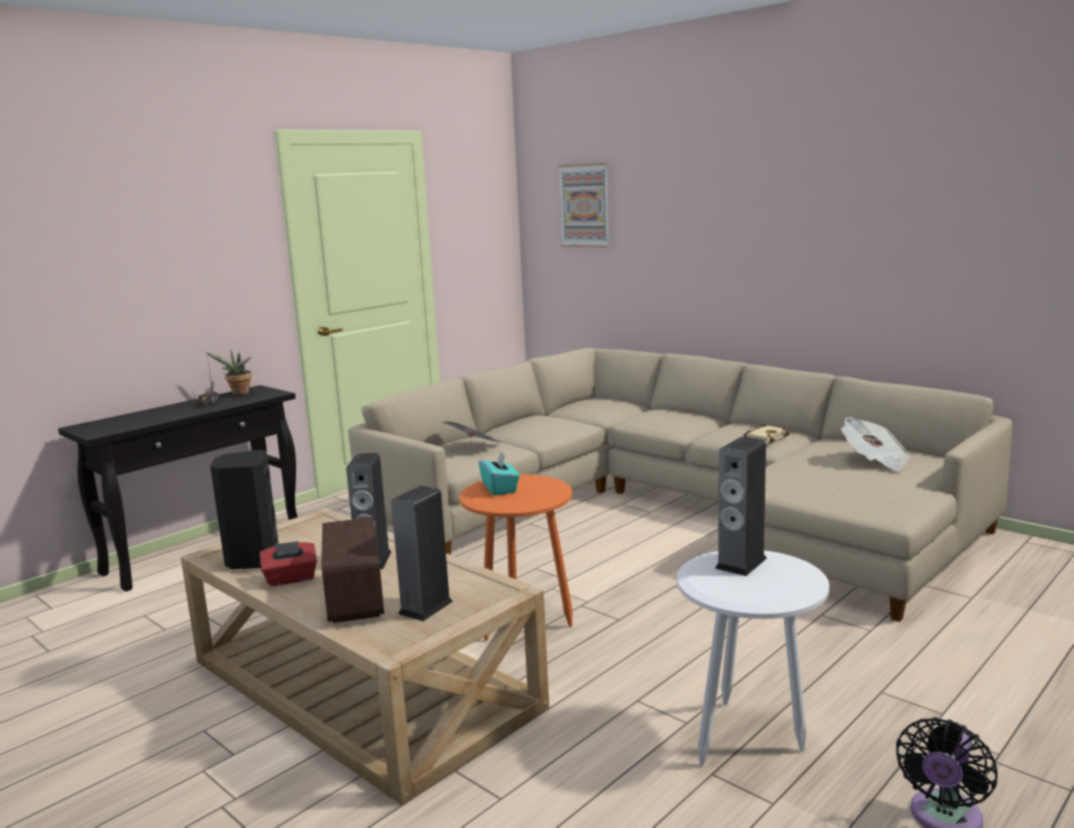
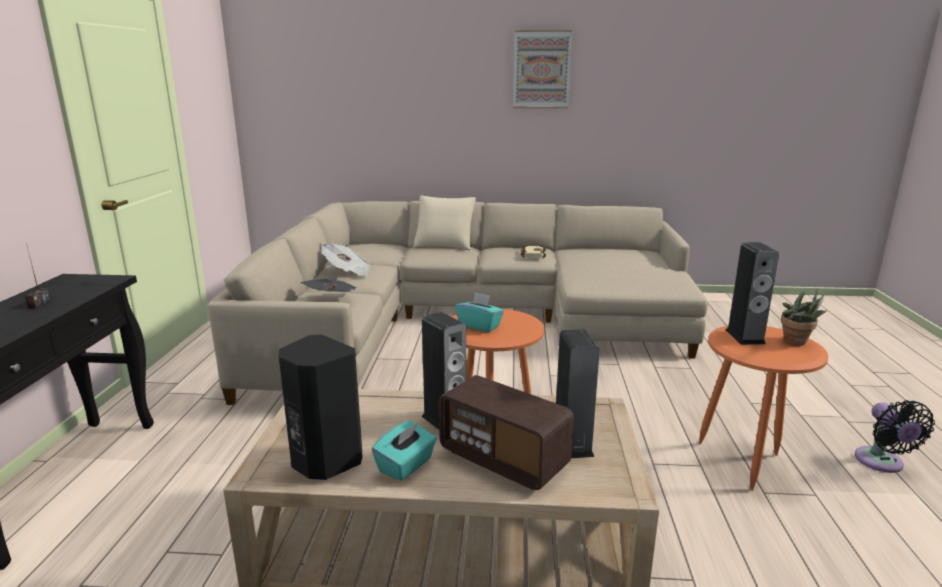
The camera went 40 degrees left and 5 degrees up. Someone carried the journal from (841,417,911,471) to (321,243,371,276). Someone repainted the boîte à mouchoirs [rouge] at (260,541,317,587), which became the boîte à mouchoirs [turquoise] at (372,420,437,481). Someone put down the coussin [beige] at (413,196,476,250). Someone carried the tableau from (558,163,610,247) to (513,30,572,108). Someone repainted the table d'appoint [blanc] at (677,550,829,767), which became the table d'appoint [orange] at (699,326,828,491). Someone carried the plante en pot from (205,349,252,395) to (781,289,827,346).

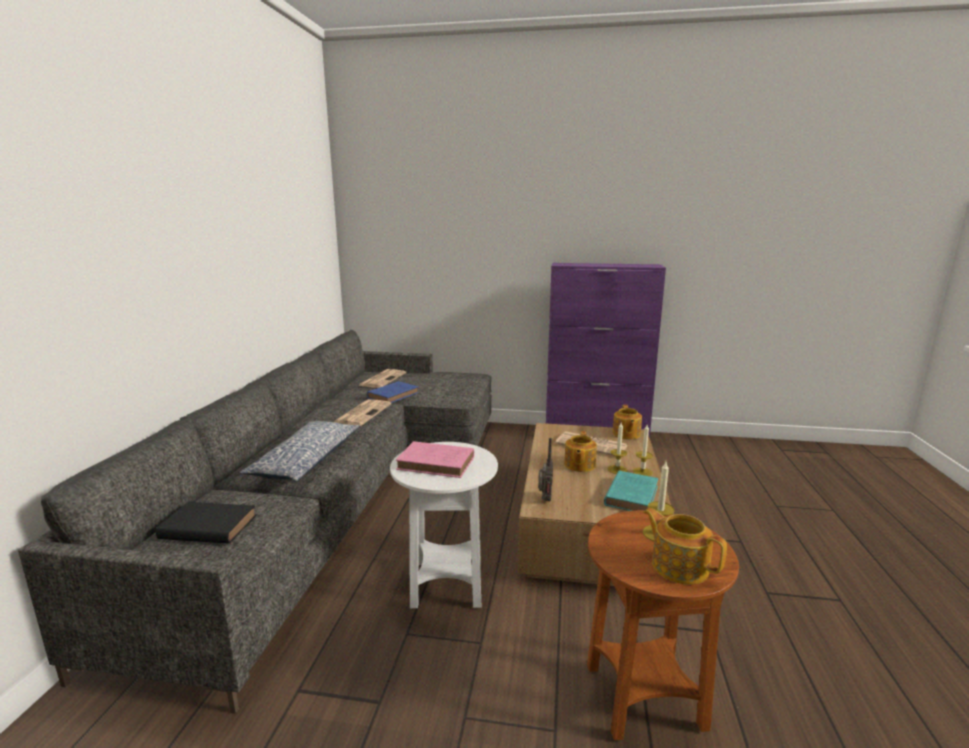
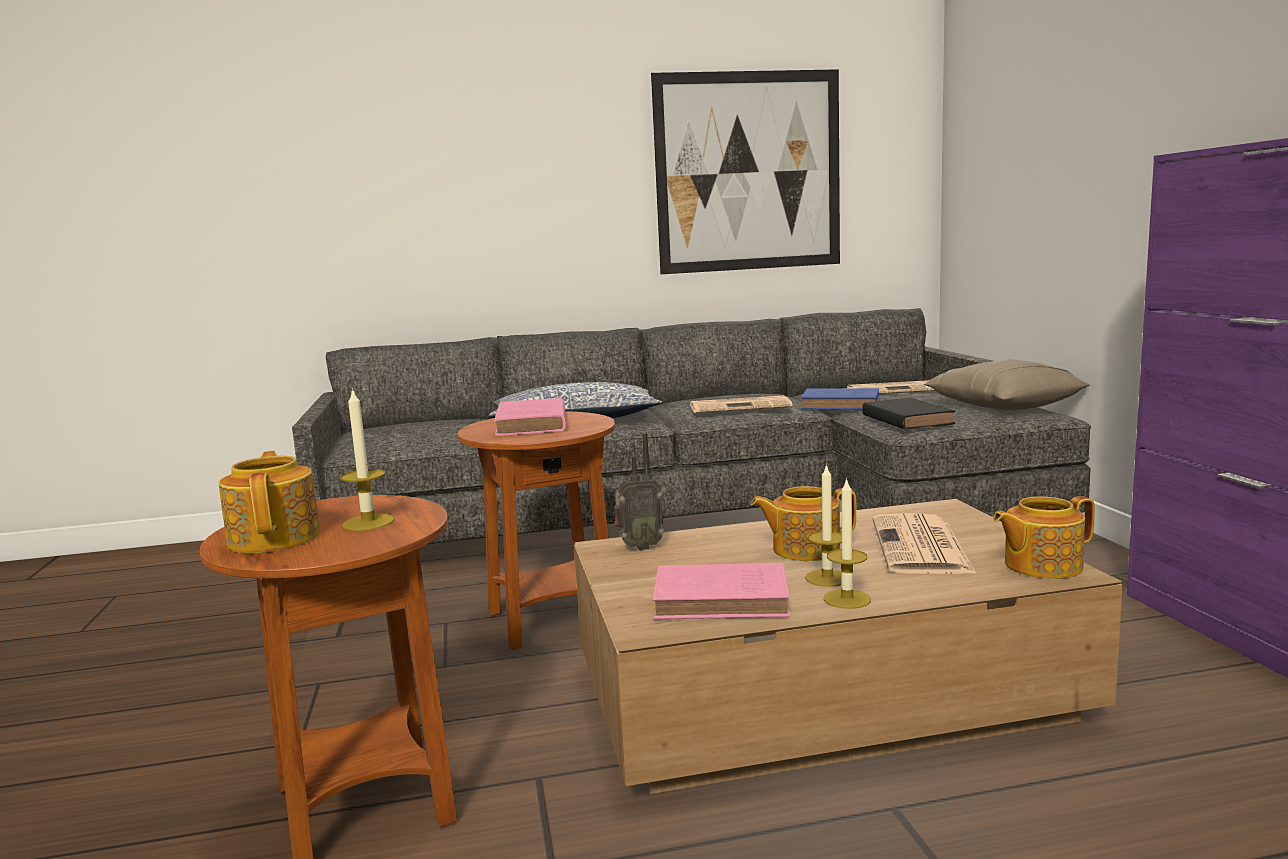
The camera went 70 degrees right and 5 degrees down. Someone rotated the théière at (643,508,727,585) by 45 degrees counterclockwise. Someone repainted the table d'appoint [blanc] at (390,442,498,608), which became the table d'appoint [marron] at (458,412,615,650). Someone put up the tableau at (651,69,840,274). Someone repainted the livre [turquoise] at (604,470,658,511), which became the livre [rose] at (653,563,790,619). Someone carried the livre [noir] from (156,502,256,544) to (862,398,955,430). Someone put down the coussin [beige] at (924,359,1090,410).

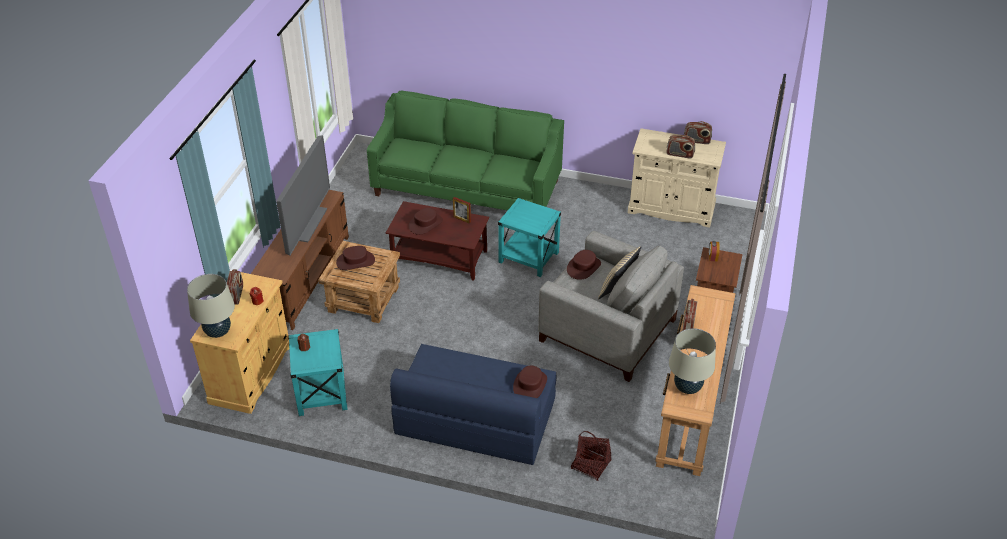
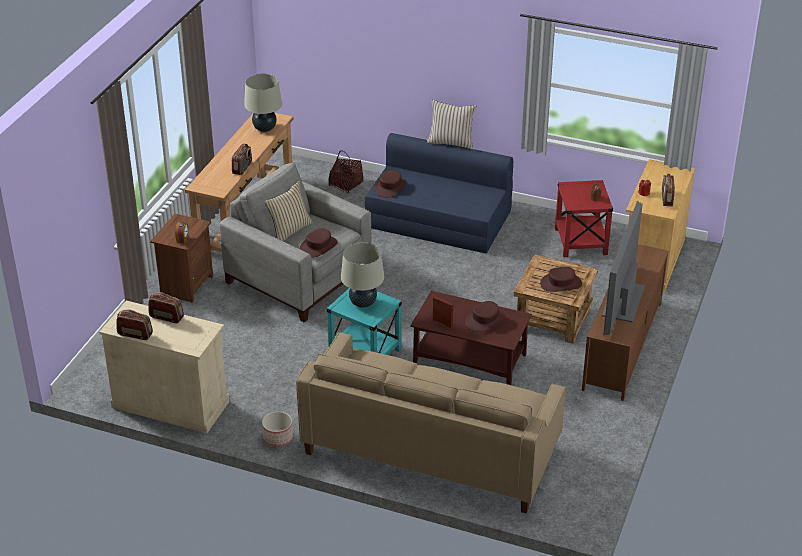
The camera went 175 degrees left and 5 degrees down. Someone put down the cache-pot at (262,411,293,447). Someone repainted the canapé [vert] at (367,91,564,211), which became the canapé [beige] at (296,332,566,514). Someone carried the lampe de table [beige] from (187,274,235,338) to (341,242,384,308). Someone put down the coussin [beige] at (427,100,477,150). Someone repainted the table d'appoint [turquoise] at (288,329,347,416), which became the table d'appoint [rouge] at (555,180,613,257).

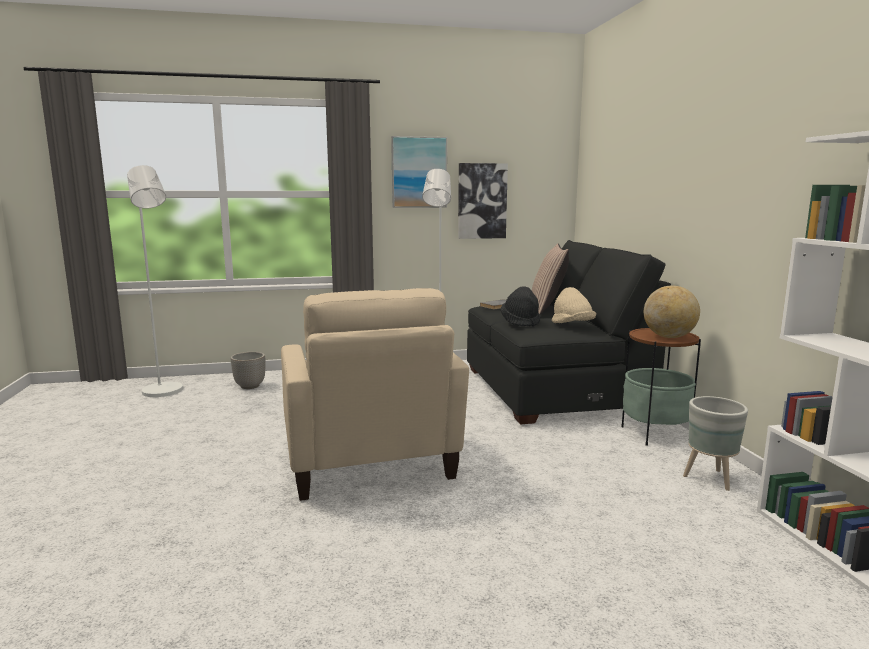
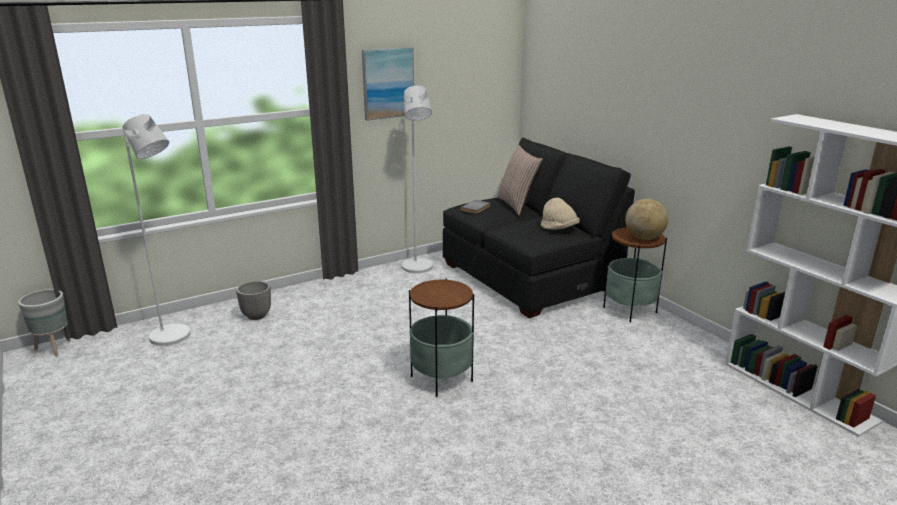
The camera went 20 degrees left and 10 degrees up. Someone carried the cache-pot [gris] from (683,396,748,491) to (18,289,71,357). Someone swapped the fauteuil [beige] at (281,288,469,501) for the table d'appoint at (409,279,474,397). Someone took away the tableau at (458,163,508,239). Someone took away the chapeau [noir] at (501,286,540,327).

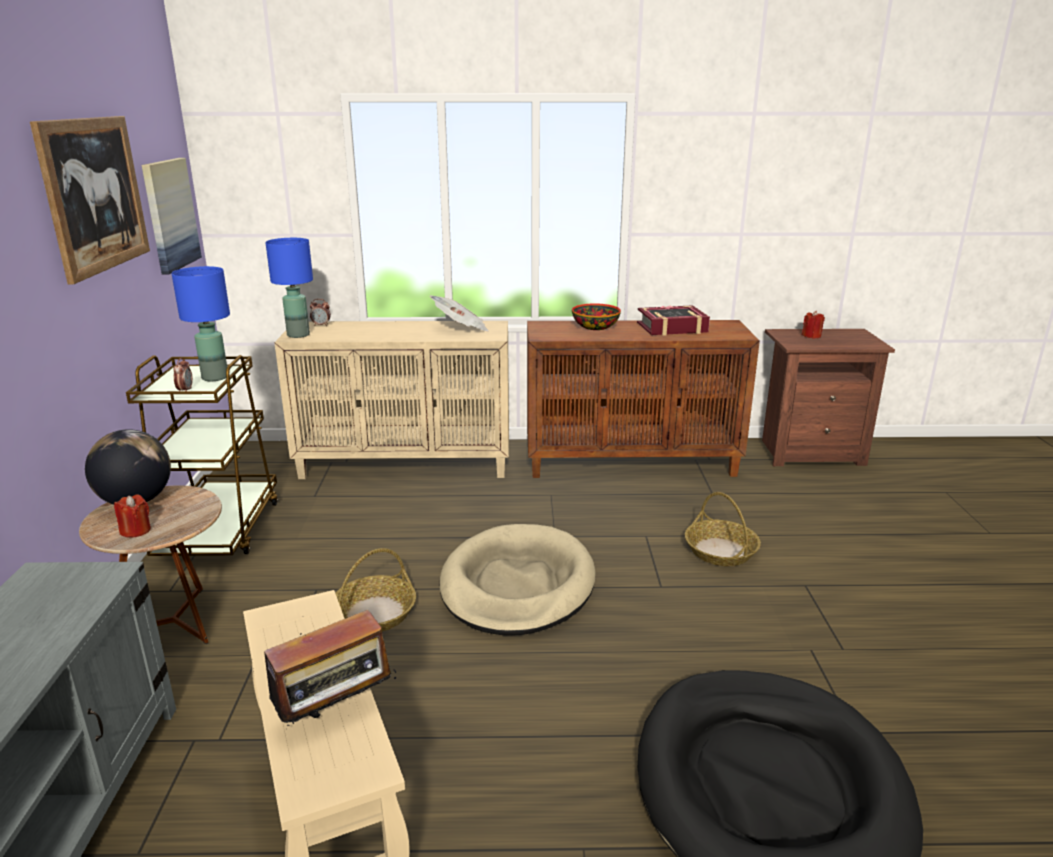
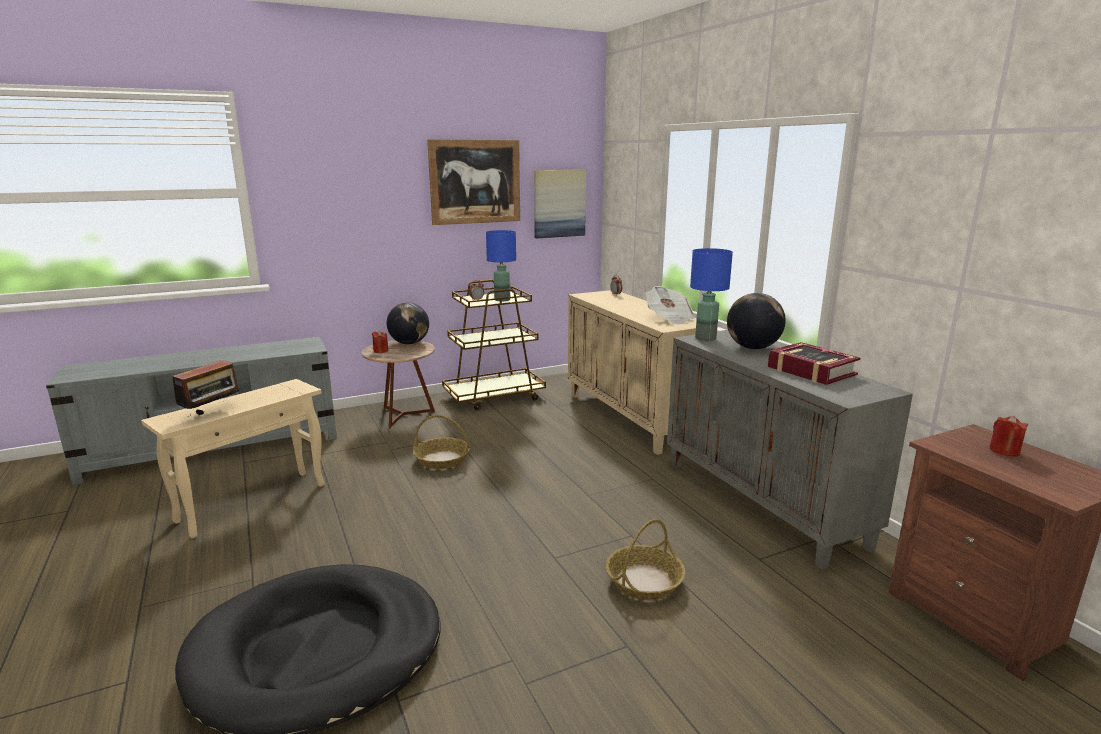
The camera went 65 degrees right and 5 degrees down. Someone rotated the radio at (251,610,397,726) by 90 degrees counterclockwise. Someone repainted the meuble de rangement [marron] at (527,320,760,478), which became the meuble de rangement [gris] at (667,330,913,570). Someone carried the lampe de table [bleu] from (265,238,313,338) to (690,248,733,341). Someone swapped the bol at (572,303,621,330) for the globe at (727,293,786,349). Someone took away the panier pour chien [beige] at (440,524,596,635).

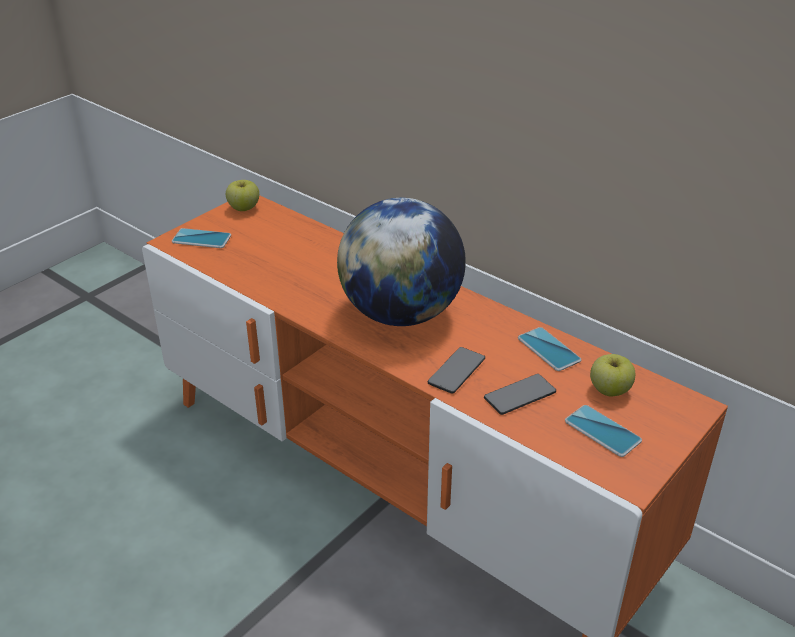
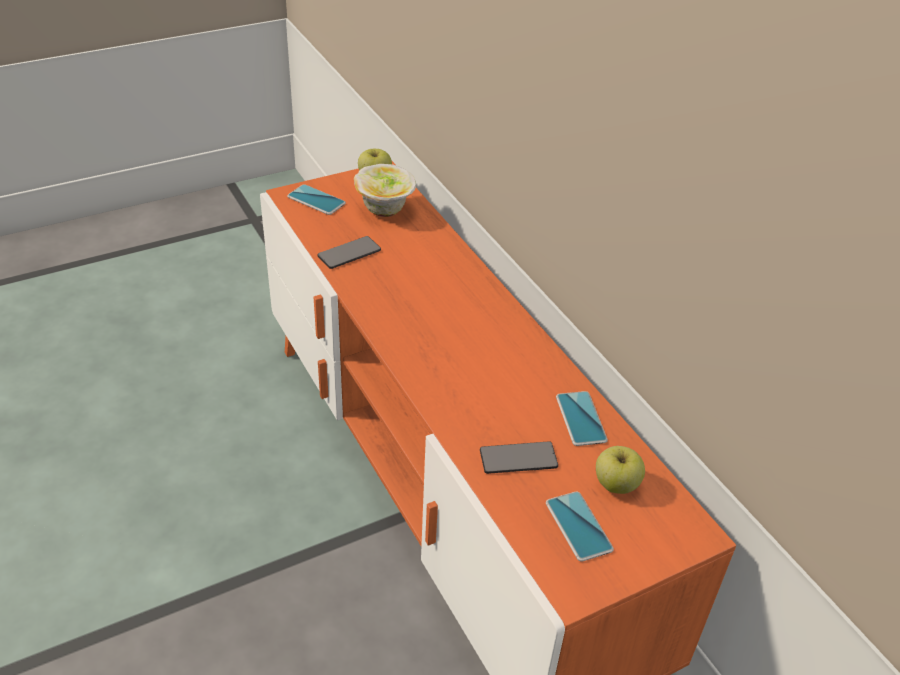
The camera went 20 degrees right and 5 degrees up. Someone carried the téléphone from (428,347,485,394) to (318,236,381,269). Someone put down the bol at (354,164,416,217). Someone took away the globe at (337,198,466,326).

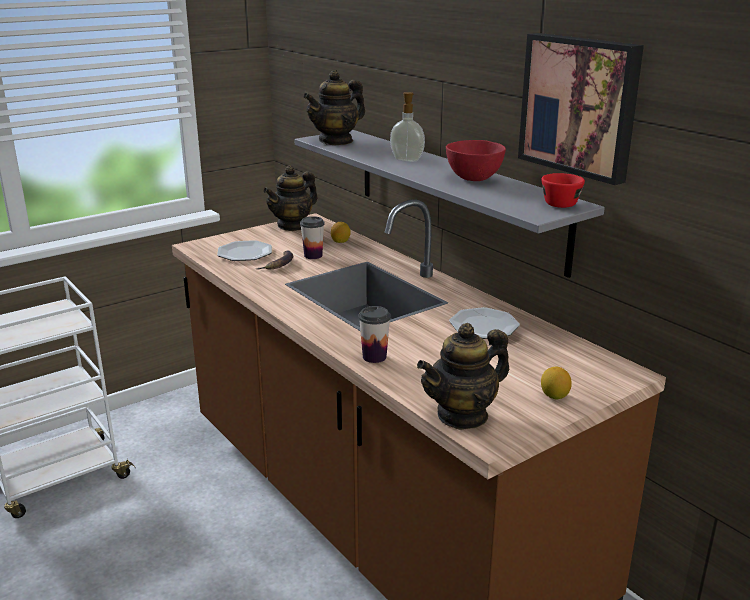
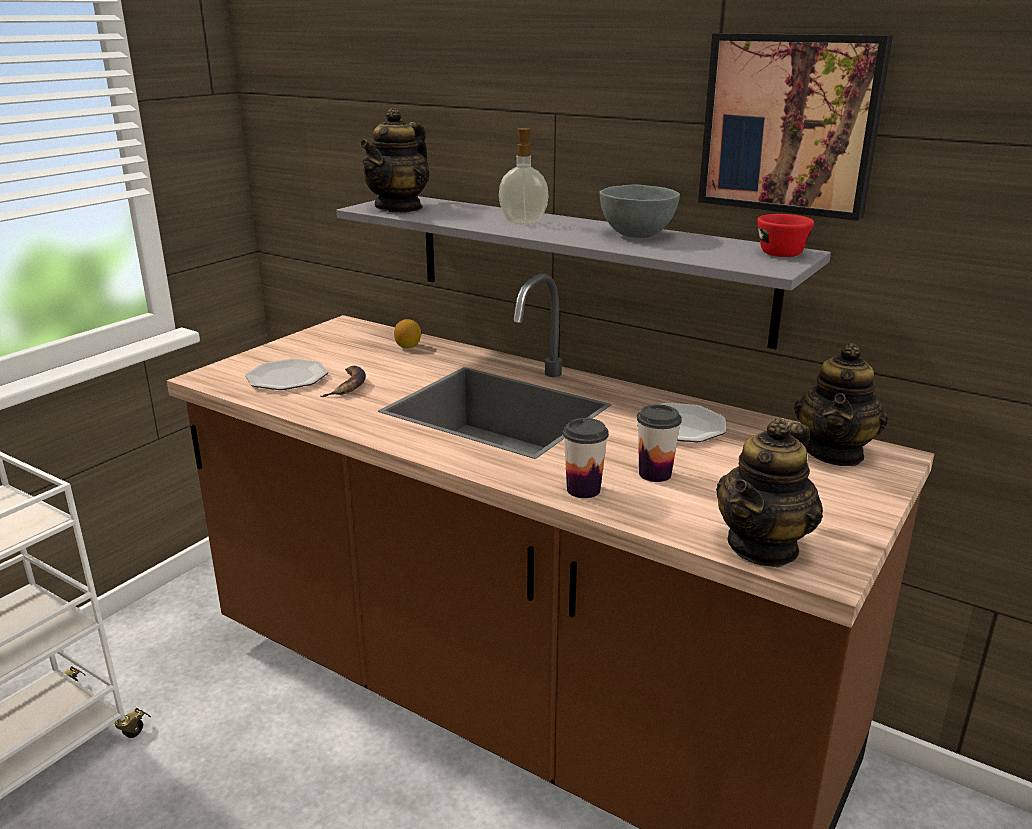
The camera went 20 degrees left and 0 degrees up. Someone repainted the bol [rouge] at (446,140,506,181), which became the bol [gris] at (599,185,680,238). Someone carried the tasse from (300,216,324,259) to (637,404,682,482). Someone carried the théière from (263,165,318,231) to (794,343,888,466). Someone took away the citron at (541,367,572,399).

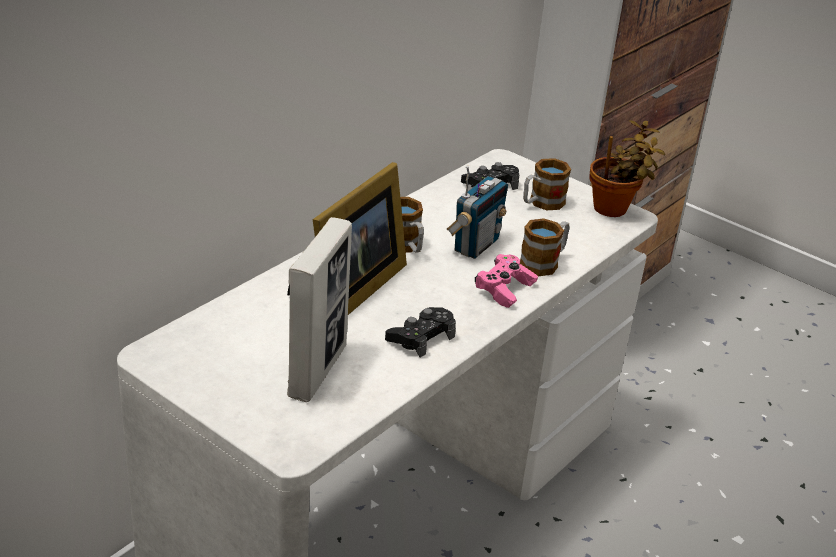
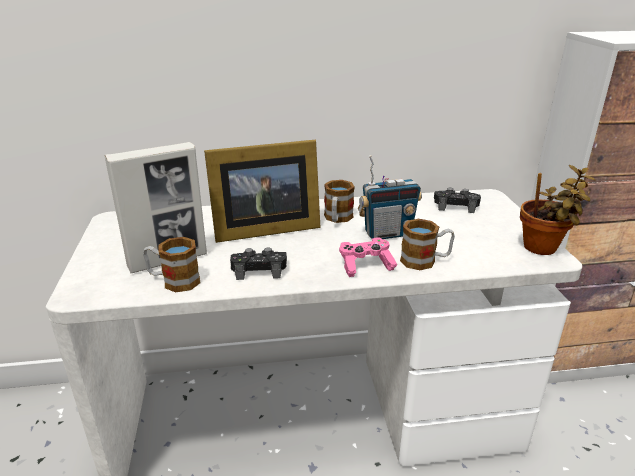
The camera went 45 degrees right and 5 degrees down. Someone carried the mug from (523,158,571,210) to (143,237,200,292).

